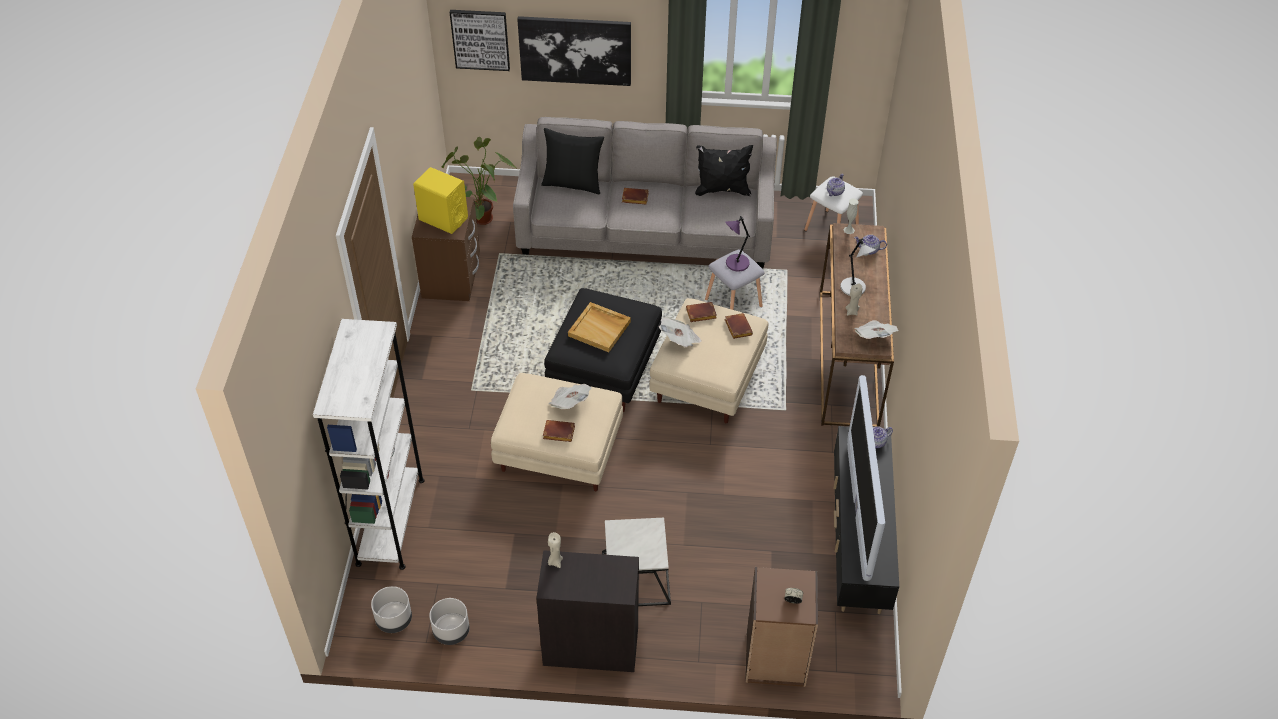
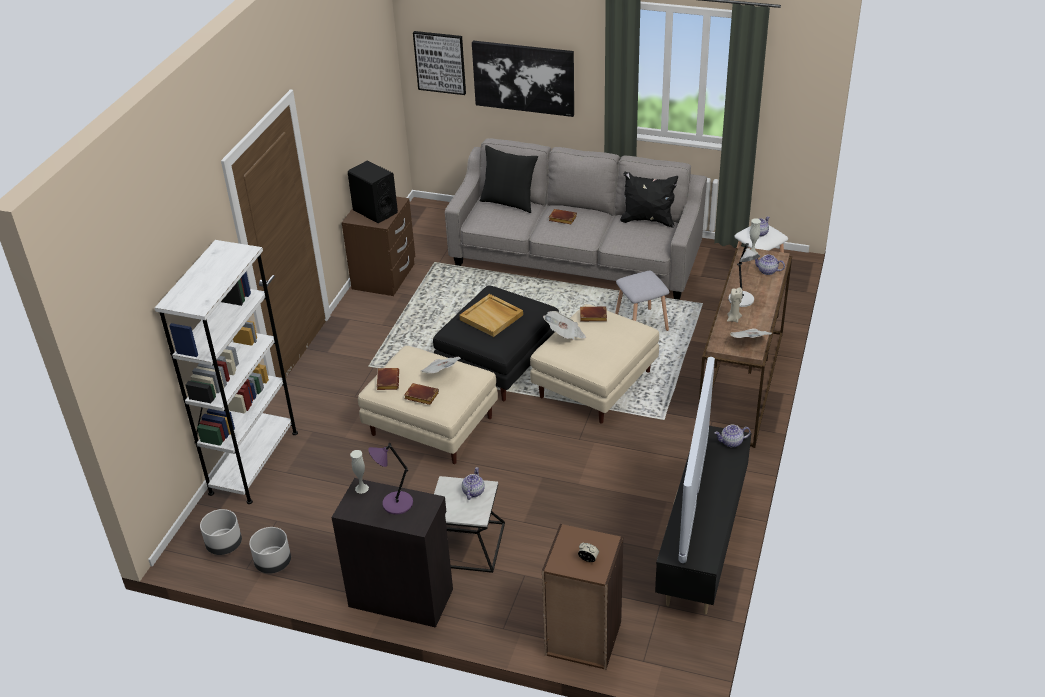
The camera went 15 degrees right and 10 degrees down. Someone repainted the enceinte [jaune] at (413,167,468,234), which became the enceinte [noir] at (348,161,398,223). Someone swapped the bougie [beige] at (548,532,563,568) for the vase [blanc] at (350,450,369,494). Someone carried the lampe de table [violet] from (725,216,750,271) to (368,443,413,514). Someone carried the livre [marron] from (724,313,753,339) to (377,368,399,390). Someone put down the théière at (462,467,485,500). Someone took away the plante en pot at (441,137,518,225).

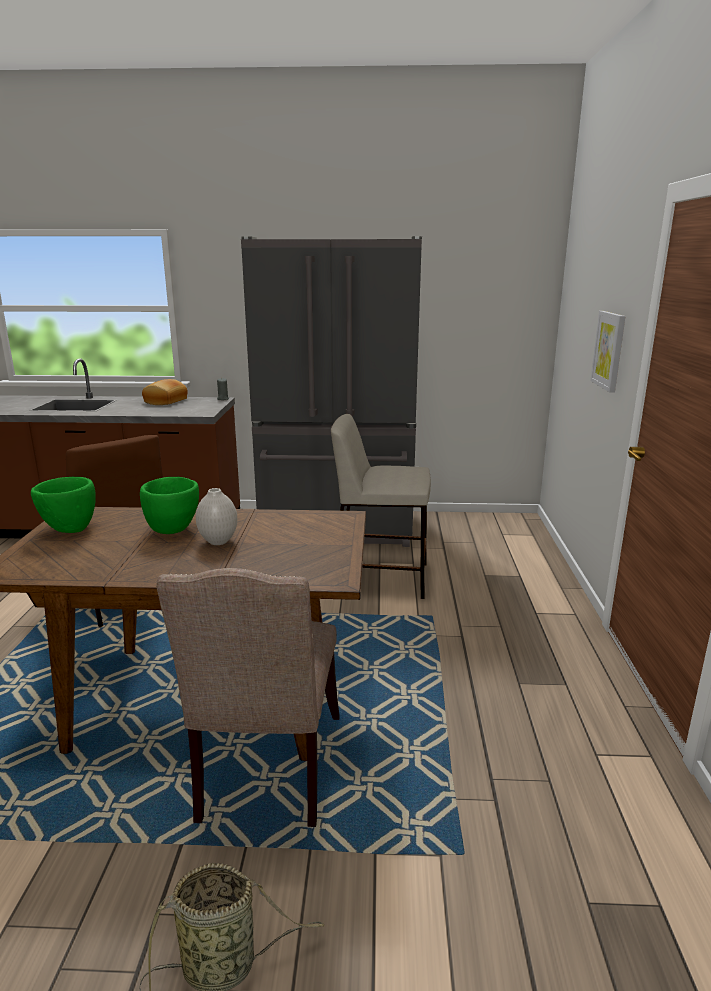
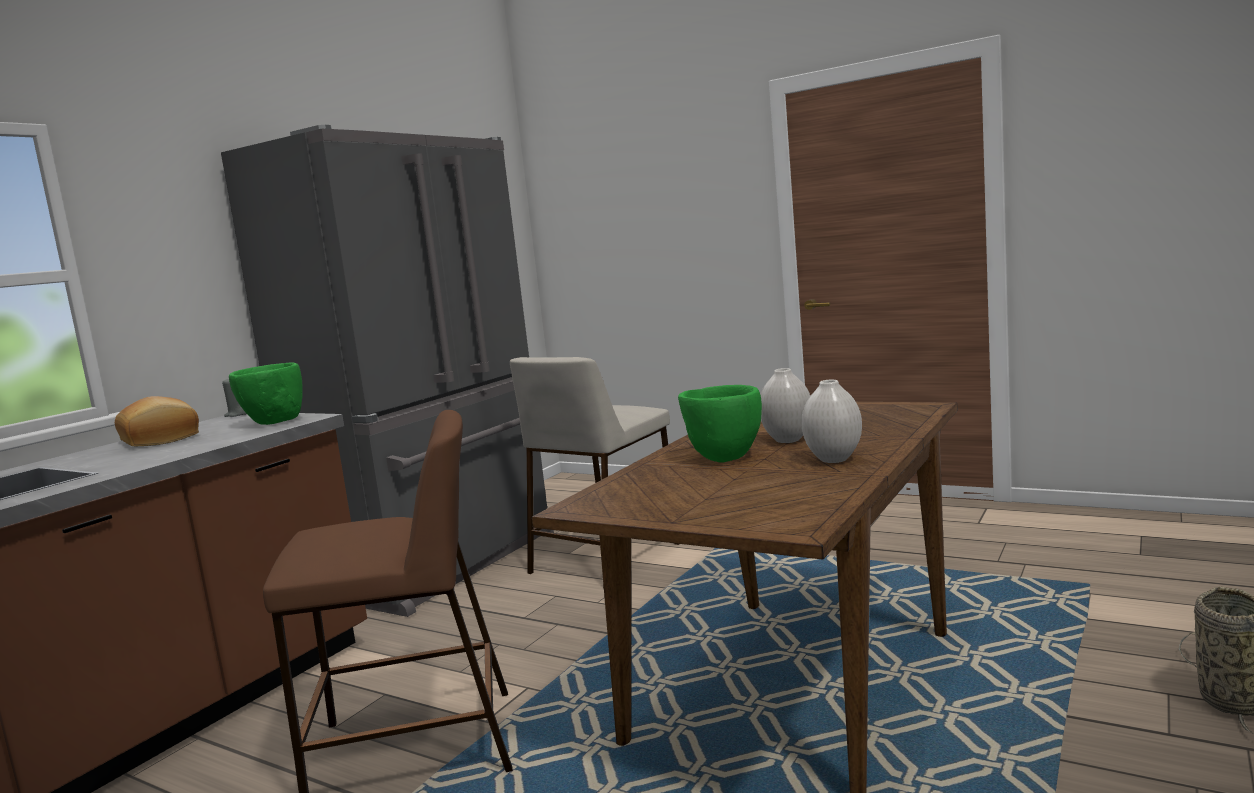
The camera went 60 degrees left and 10 degrees down. Someone carried the bol [vert] from (31,477,96,533) to (229,363,303,425). Someone put down the vase [blanc] at (801,380,862,463). Someone took away the chaise [beige] at (156,568,340,827). Someone took away the tableau at (590,311,626,393).

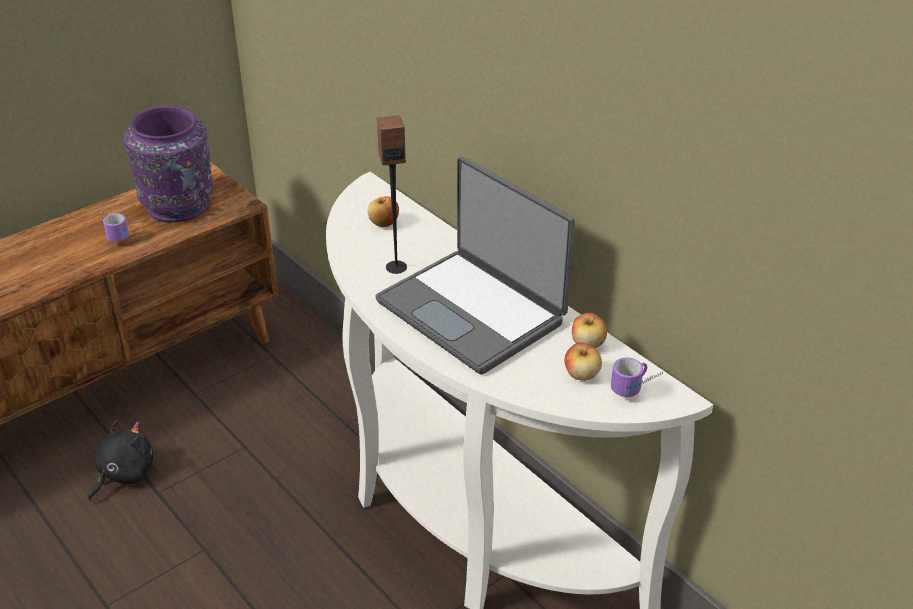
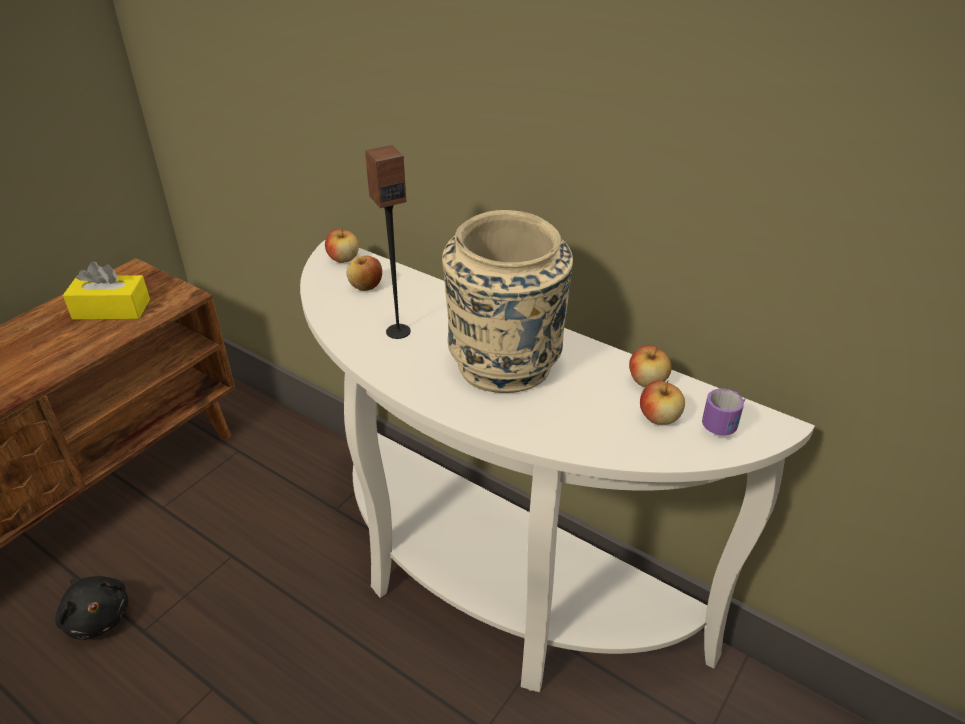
The camera went 15 degrees left and 0 degrees up. Someone rotated the peluche [noir] at (88,420,153,501) by 120 degrees clockwise. Someone swapped the vase [violet] at (124,105,214,222) for the boîte à mouchoirs [jaune] at (63,261,150,320). Someone put down the pomme at (325,227,359,263). Someone swapped the ordinateur portable at (375,157,575,375) for the vase [beige] at (442,210,573,393). Someone took away the mug at (103,214,129,242).

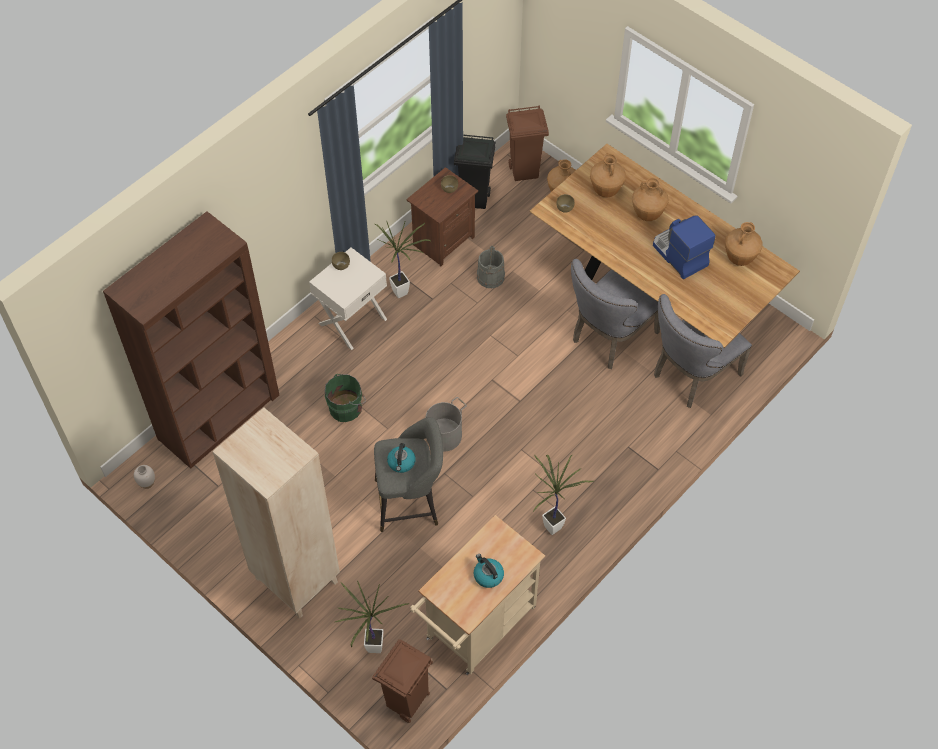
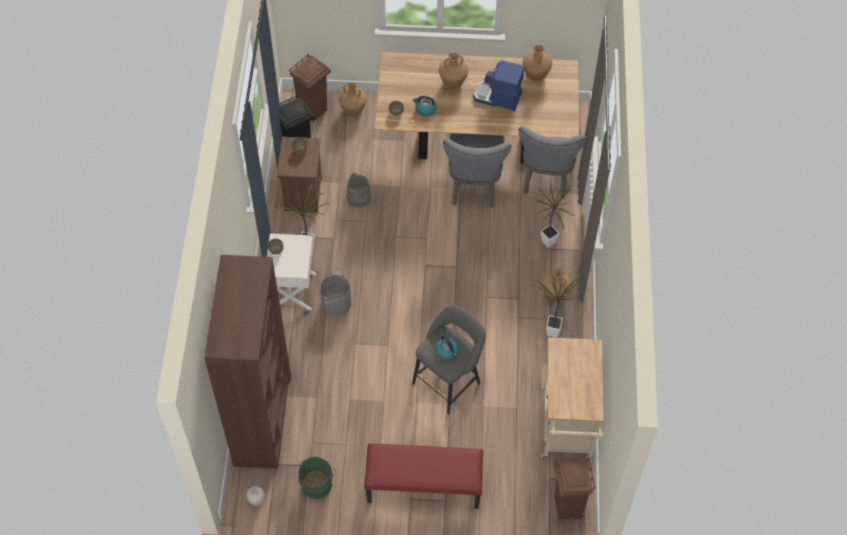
The camera went 40 degrees left and 0 degrees up. Someone carried the seau [vert] from (325,374,366,422) to (298,457,336,499). Someone carried the seau [gris] from (425,397,467,452) to (320,268,351,316). Someone swapped the bibliothèque [beige] at (212,407,340,618) for the banc [rouge] at (364,443,483,509). Someone carried the bouilloire from (474,554,504,588) to (413,96,437,116). Someone carried the plante en pot from (335,581,410,653) to (528,184,575,248). Someone carried the vase [marron] from (590,153,626,197) to (541,269,572,302).

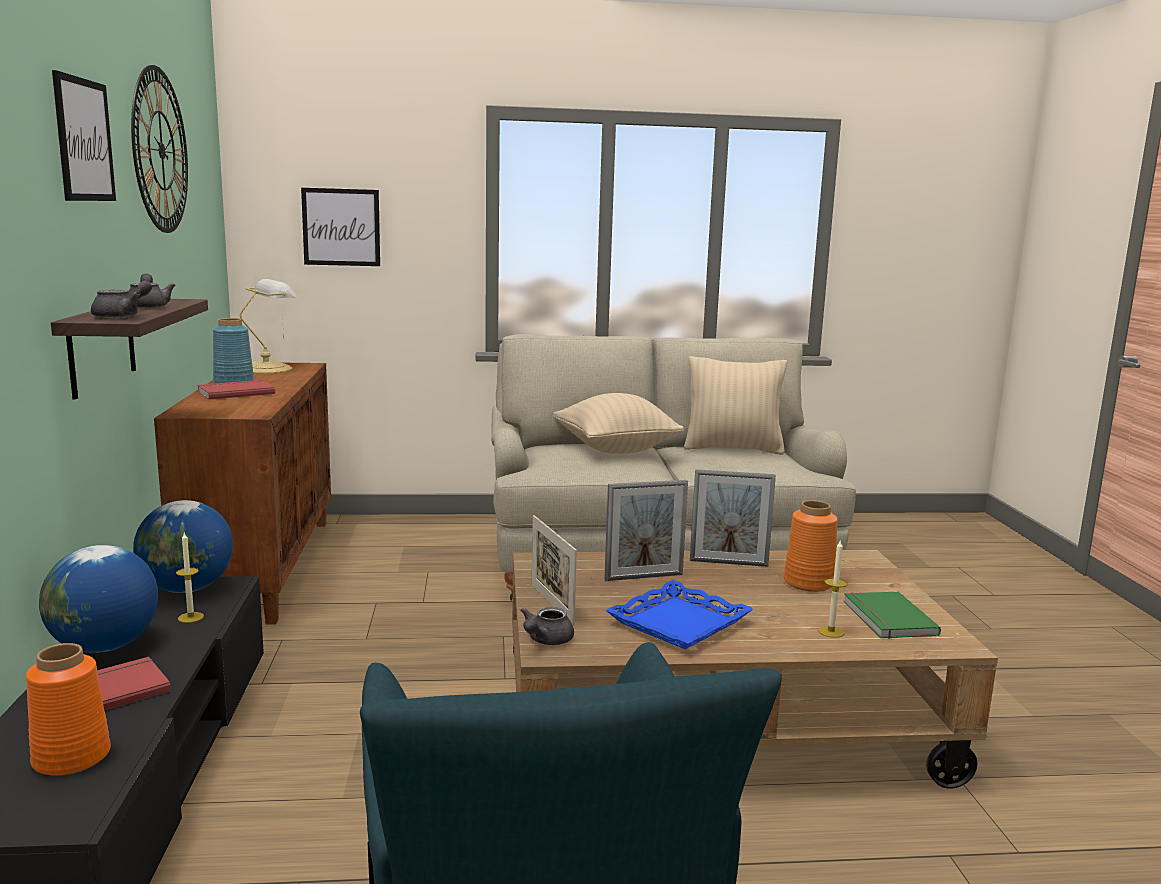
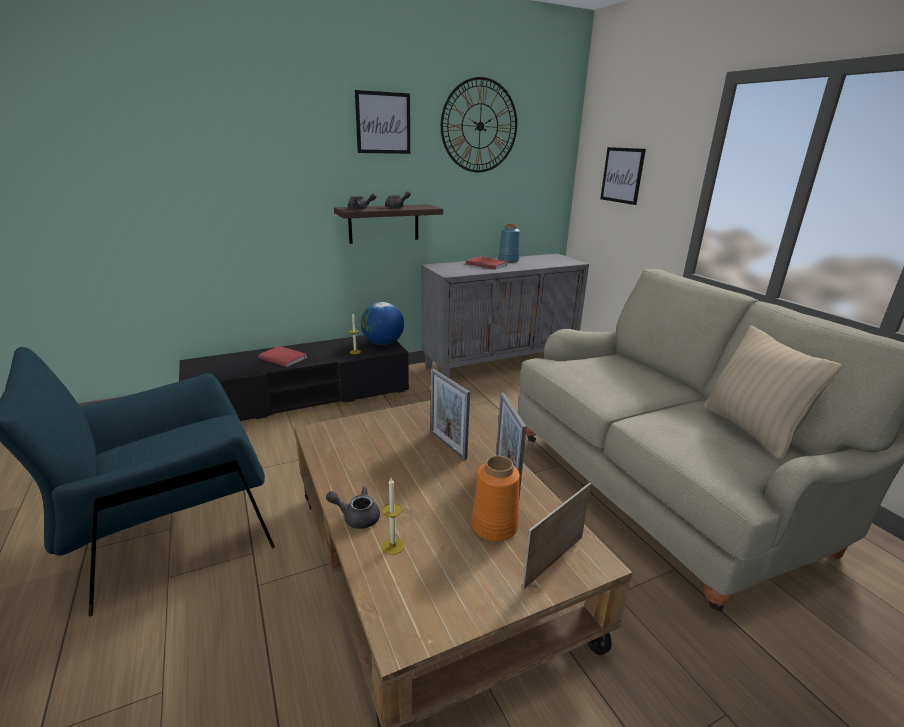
The camera went 70 degrees right and 10 degrees up. Someone carried the théière [gris] from (520,607,574,645) to (326,486,380,529). Someone repainted the meuble de rangement [marron] at (154,363,331,625), which became the meuble de rangement [gris] at (421,253,589,378). Someone carried the cadre photo from (532,515,577,626) to (522,483,591,590). Someone took away the vase [orange] at (26,643,111,776). Someone took away the globe at (39,545,158,653). Someone took away the lampe de table at (240,279,297,374). Someone took away the coussin [beige] at (553,393,684,454). Someone took away the plateau [bleu] at (605,580,753,649). Someone took away the livre [vert] at (843,592,941,639).

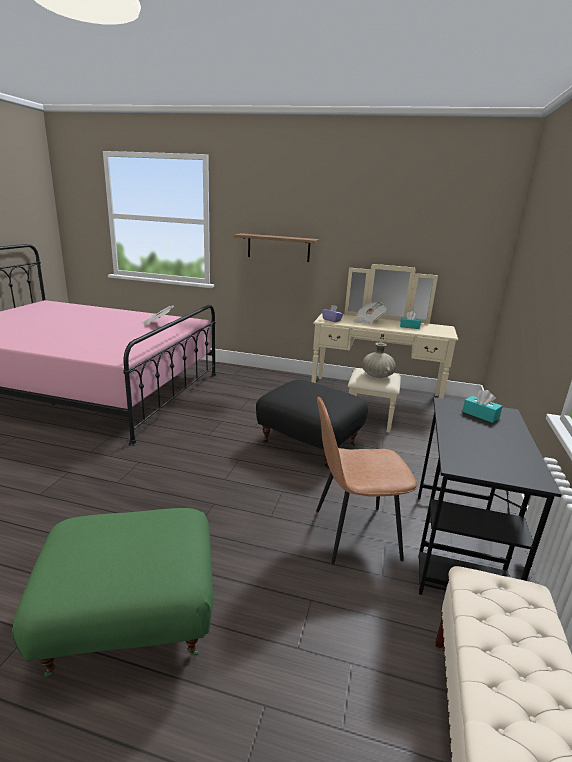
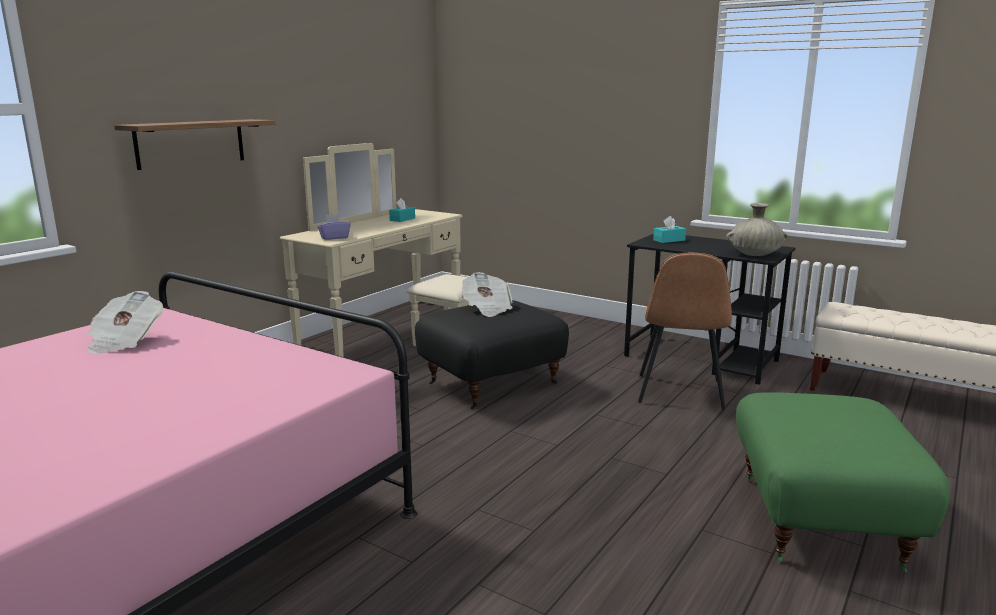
The camera went 70 degrees left and 5 degrees down. Someone carried the journal from (354,302,387,324) to (462,272,513,317). Someone carried the vase [beige] from (362,343,396,378) to (726,203,788,256).

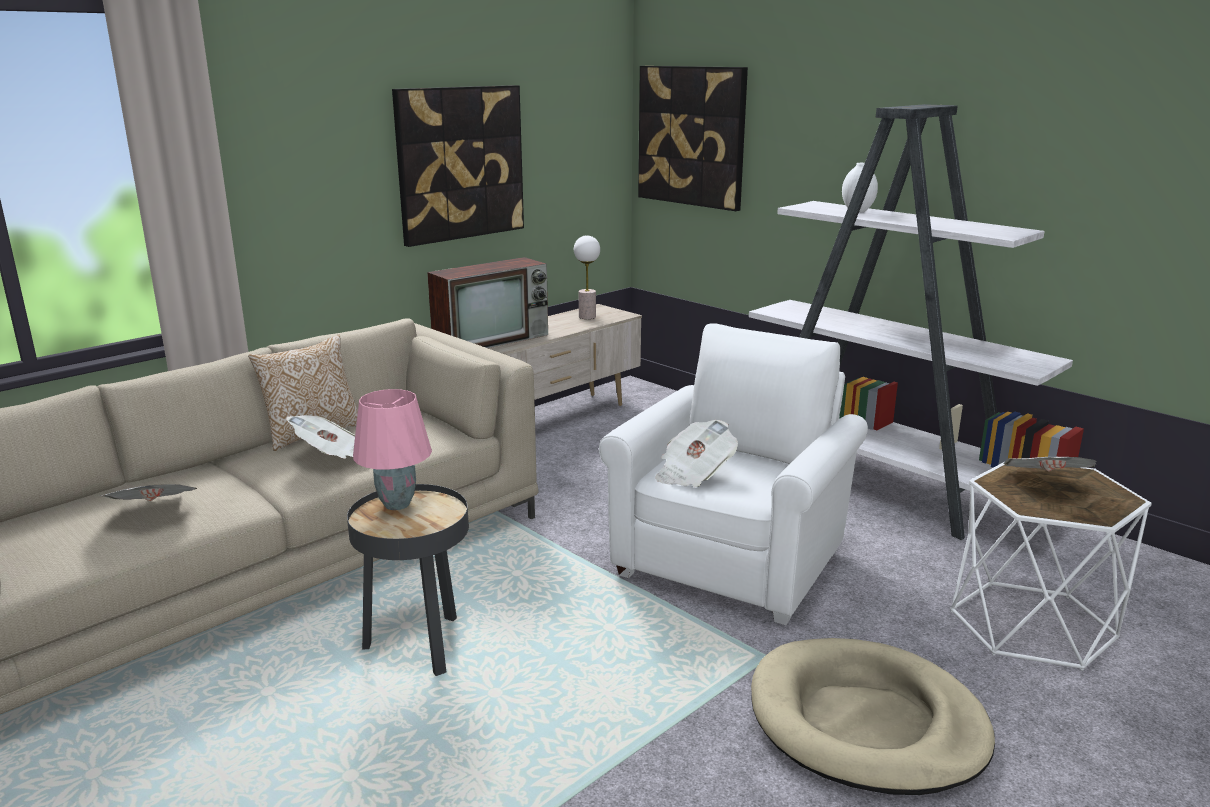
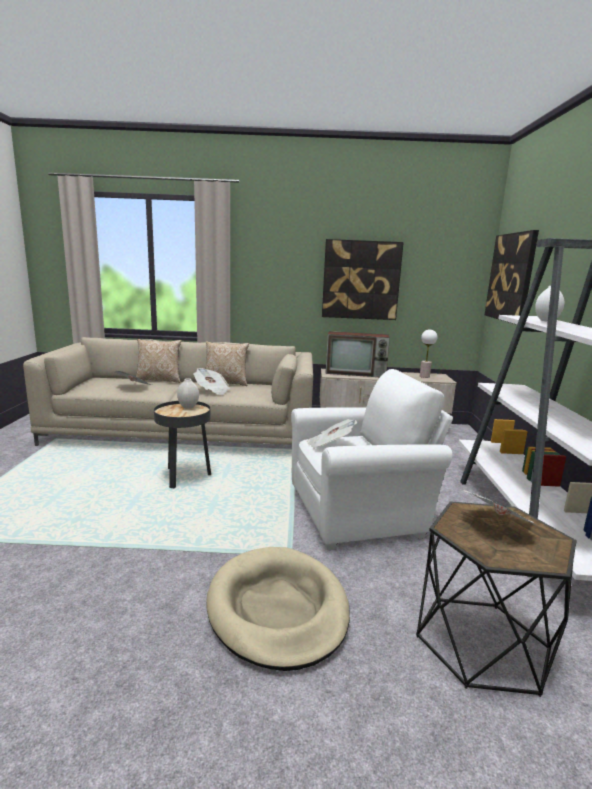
The camera went 45 degrees right and 5 degrees down. Someone put down the coussin at (135,339,182,383). Someone swapped the lampe de table [rose] at (353,389,432,510) for the vase [blanc] at (177,378,199,409). Someone repainted the table d'appoint [blanc] at (950,462,1152,671), which became the table d'appoint [noir] at (416,501,577,697).

